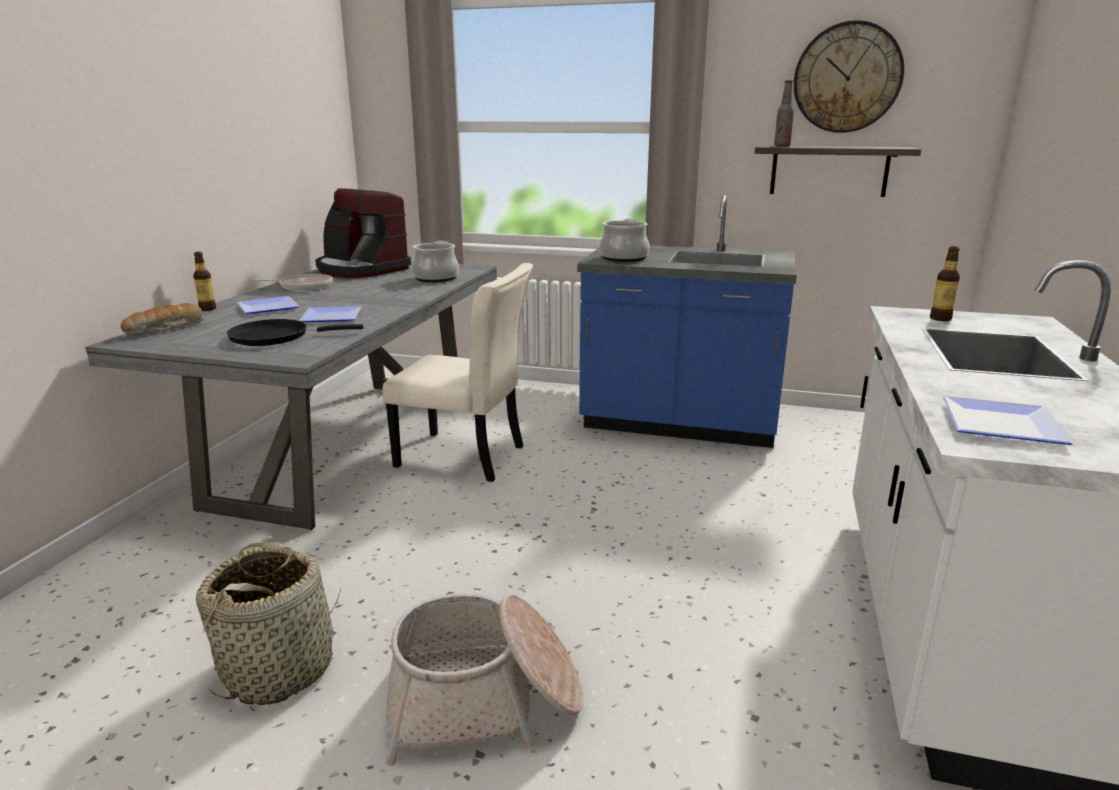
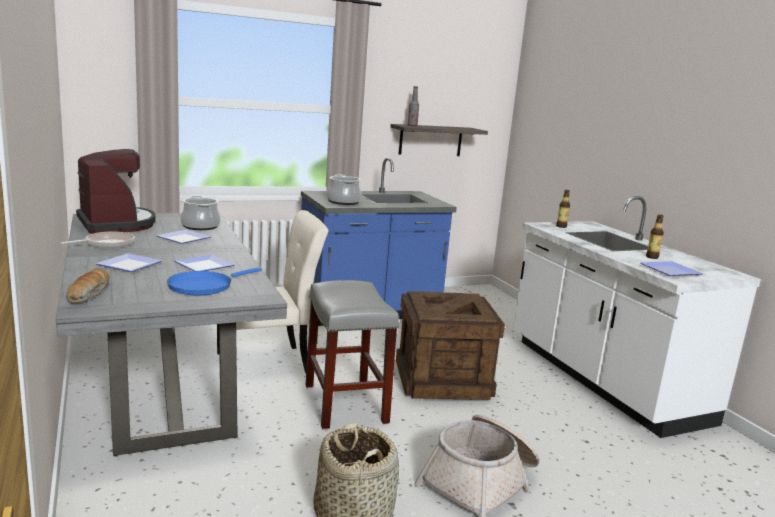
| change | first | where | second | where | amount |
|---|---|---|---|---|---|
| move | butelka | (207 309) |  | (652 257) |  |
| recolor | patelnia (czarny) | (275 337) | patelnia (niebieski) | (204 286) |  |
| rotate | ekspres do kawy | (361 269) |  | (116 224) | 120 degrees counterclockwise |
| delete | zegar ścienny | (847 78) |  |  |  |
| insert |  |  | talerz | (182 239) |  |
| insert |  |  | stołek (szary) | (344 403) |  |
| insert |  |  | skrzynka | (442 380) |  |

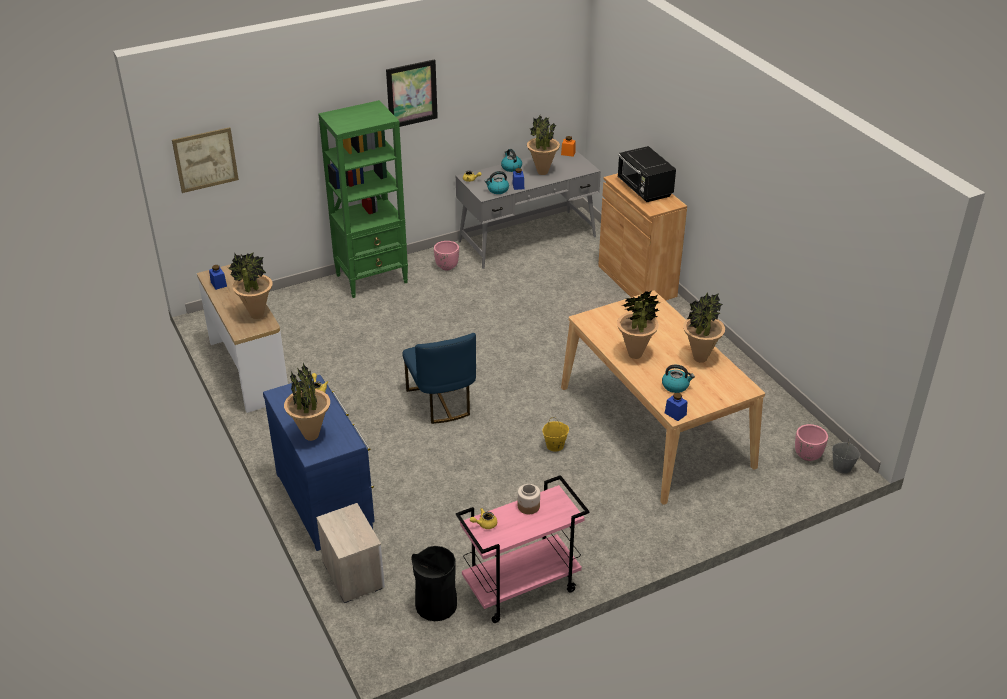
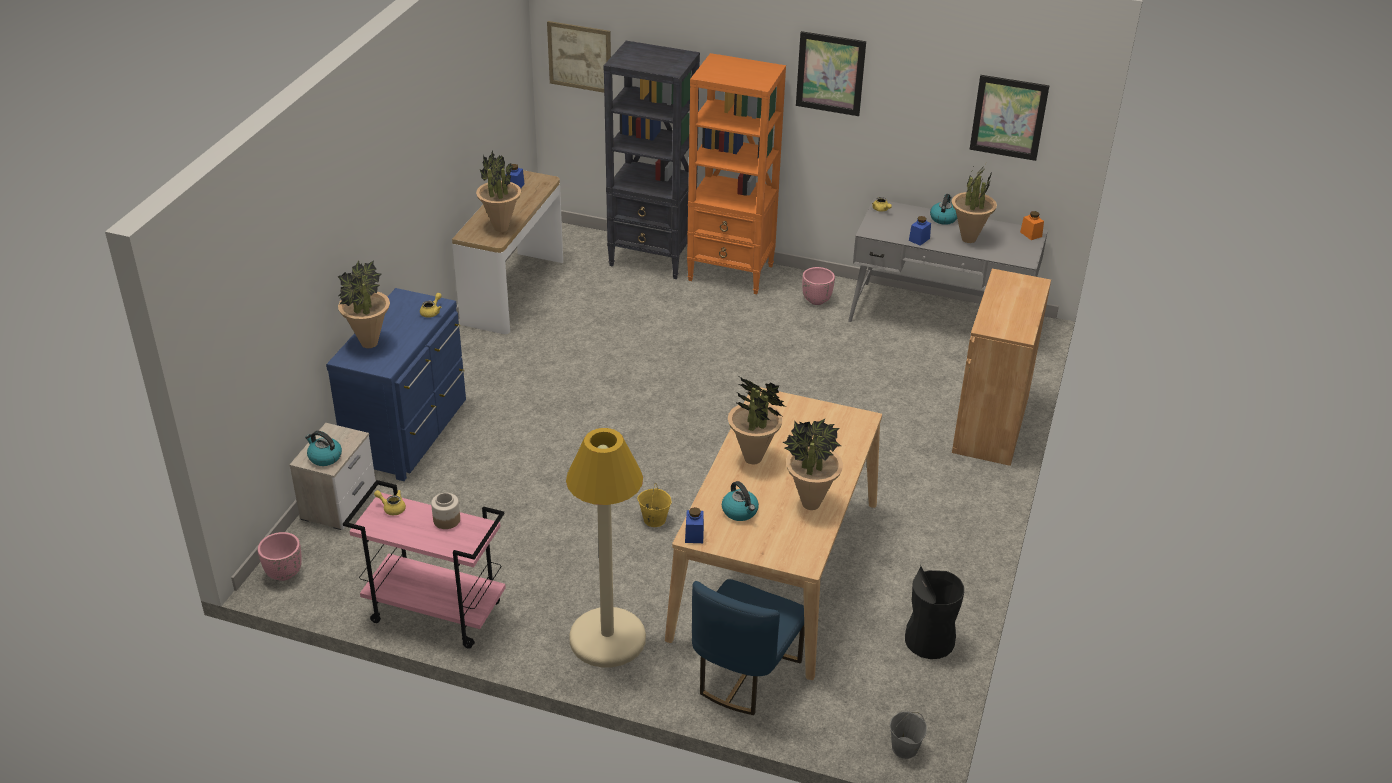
| change | first | where | second | where | amount |
|---|---|---|---|---|---|
| recolor | regał (zielony) | (372 279) | regał (pomarańczowy) | (731 273) |  |
| move | krzesło (niebieski) | (441 402) |  | (744 675) |  |
| move | kosz na śmieci (czarny) | (436 604) |  | (929 640) |  |
| move | czajnik | (497 190) |  | (324 457) |  |
| delete | mikrofalówka (czarny) | (644 189) |  |  |  |
| move | donica (różowy) | (808 456) |  | (284 573) |  |
| insert |  |  | lampa stojąca (beżowy) | (607 638) |  |
| insert |  |  | regał (czarny) | (653 259) |  |
| insert |  |  | obraz | (1008 117) |  |

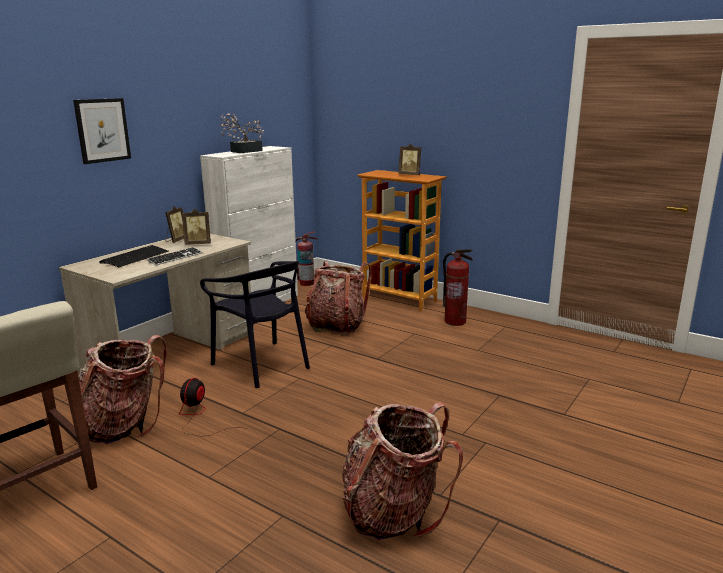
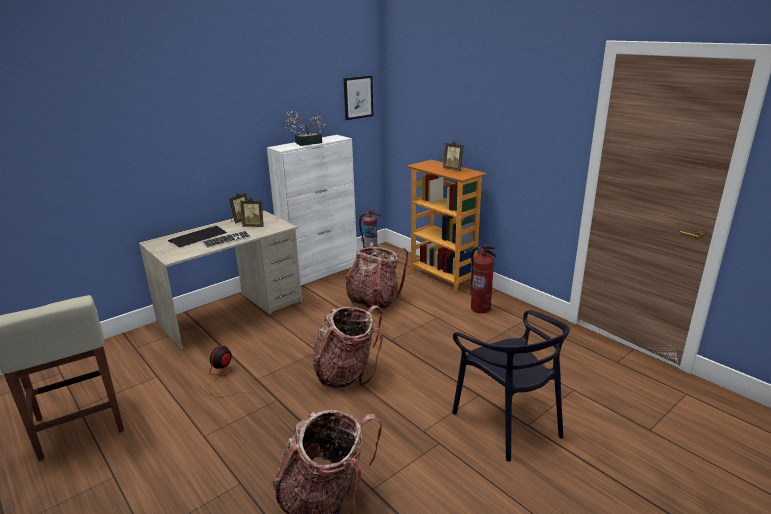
| change | first | where | second | where | amount |
|---|---|---|---|---|---|
| move | obraz | (102 130) |  | (358 97) |  |
| move | plecak | (124 425) |  | (347 373) |  |
| move | krzesło (czarny) | (262 364) |  | (507 422) |  |

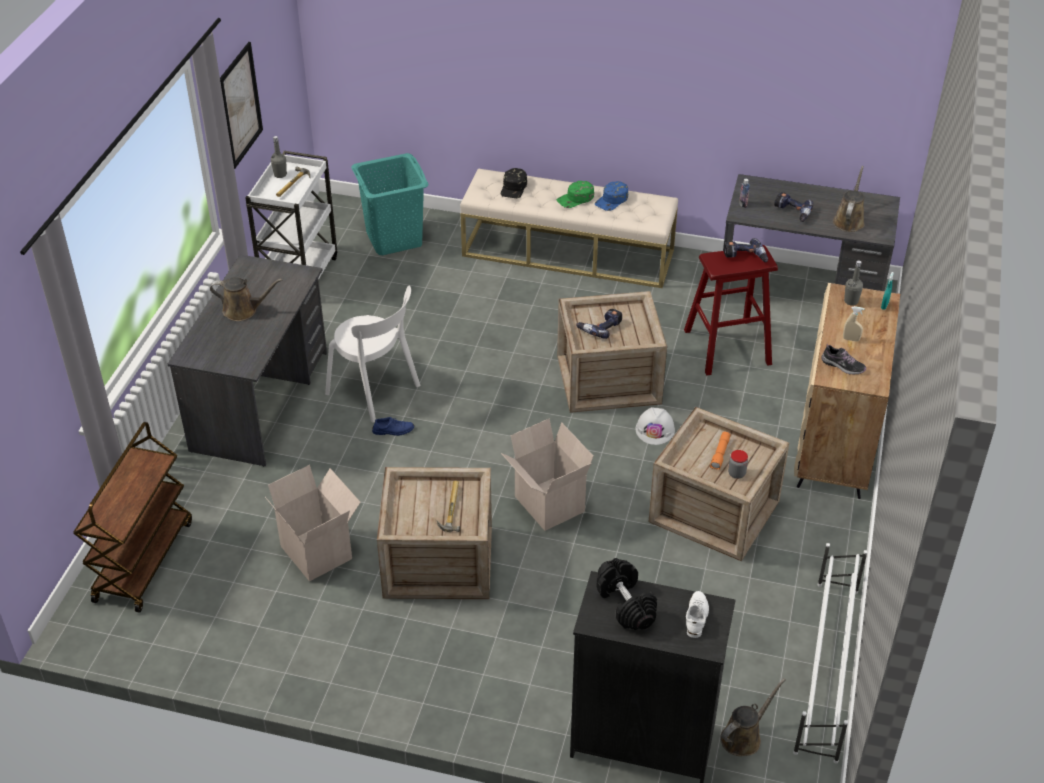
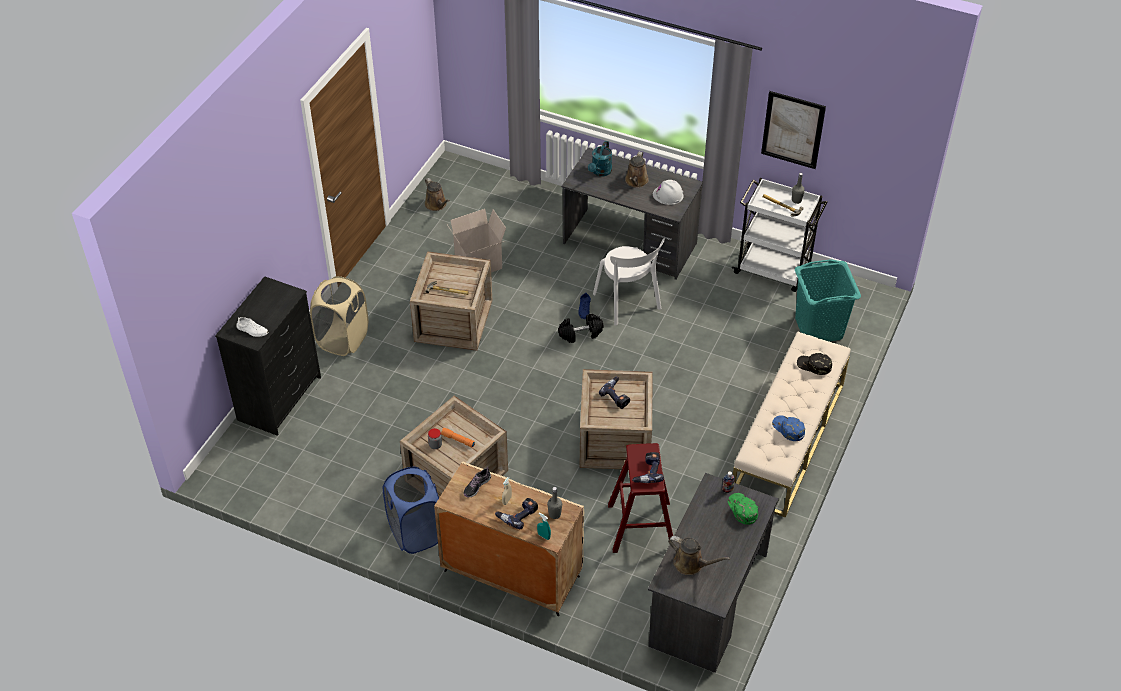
| change | first | where | second | where | amount |
|---|---|---|---|---|---|
| delete | wózek (brązowy) | (143 560) |  |  |  |
| rotate | krzesło (biały) | (376 391) |  | (628 303) | 75 degrees counterclockwise |
| delete | karton | (547 504) |  |  |  |
| move | czapka z daszkiem (zielony) | (575 199) |  | (742 509) |  |
| move | hantel (czarny) | (626 604) |  | (580 334) |  |
| move | kask (biały) | (655 430) |  | (668 195) |  |
| move | konewka (brązowy) | (743 737) |  | (437 205) |  |
| move | wiertarka | (791 212) |  | (517 515) |  |
| delete | regał na buty (biały) | (826 669) |  |  |  |
| insert |  |  | kosz na pranie (beżowy) | (343 339) |  |
| insert |  |  | kosz na pranie (niebieski) | (415 532) |  |
| insert |  |  | konewka (turkusowy) | (600 172) |  |

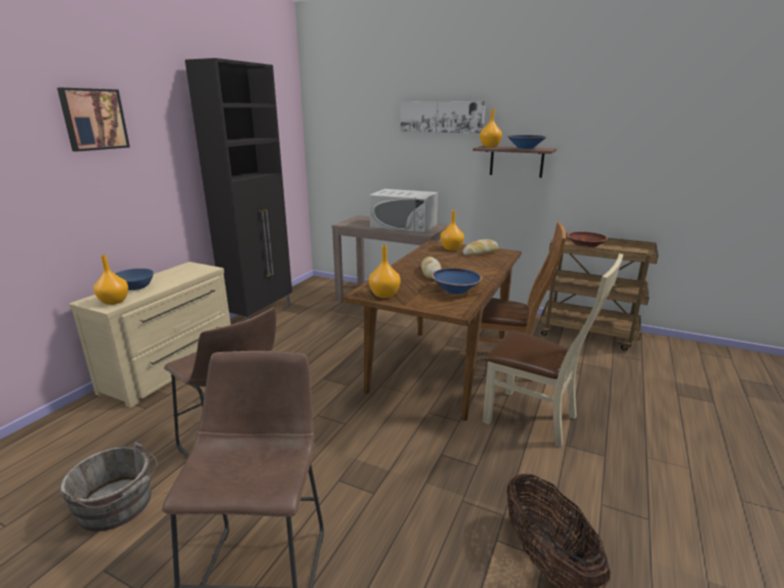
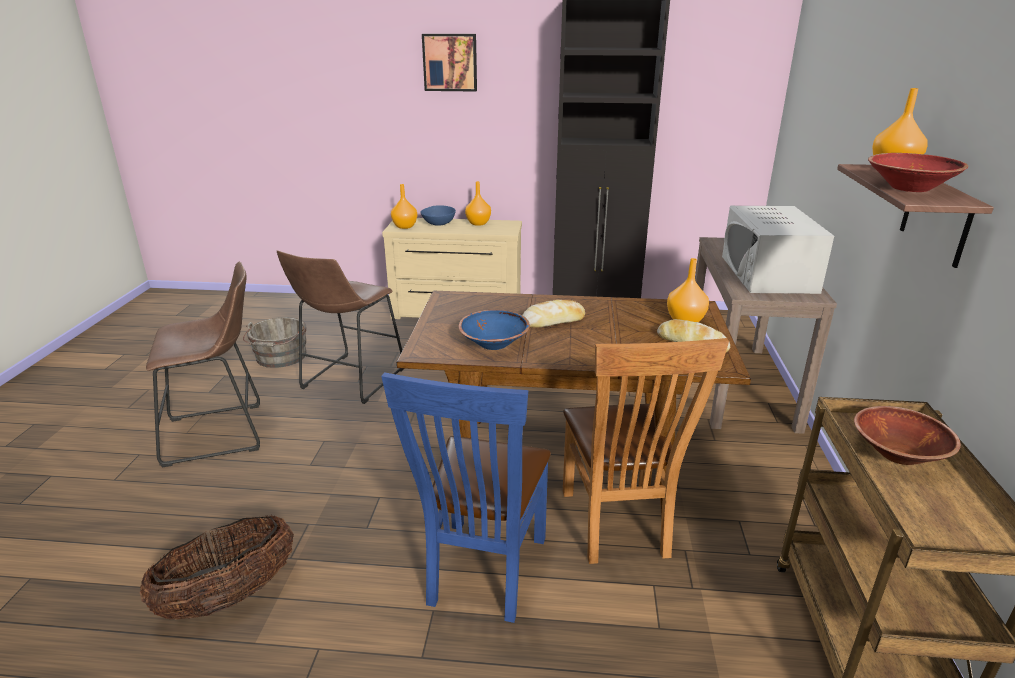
| change | first | where | second | where | amount |
|---|---|---|---|---|---|
| move | wazon (pomarańczowy) | (384 294) |  | (478 223) |  |
| delete | obraz | (441 116) |  |  |  |
| recolor | krzesło (beżowy) | (536 420) | krzesło (niebieski) | (482 575) |  |
| recolor | miska (niebieski) | (525 148) | miska (czerwony) | (910 188) |  |

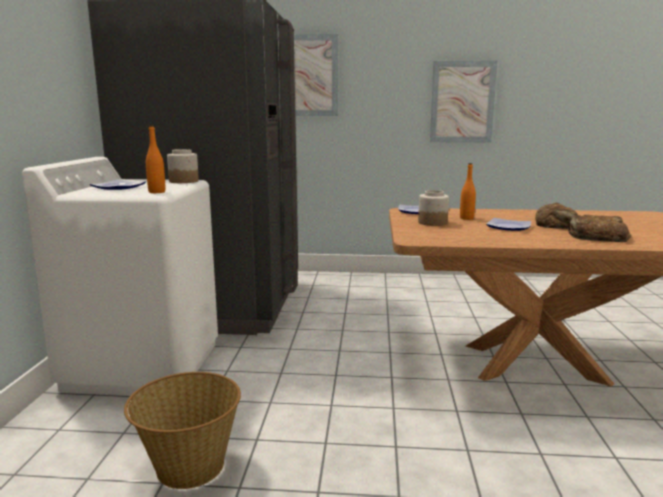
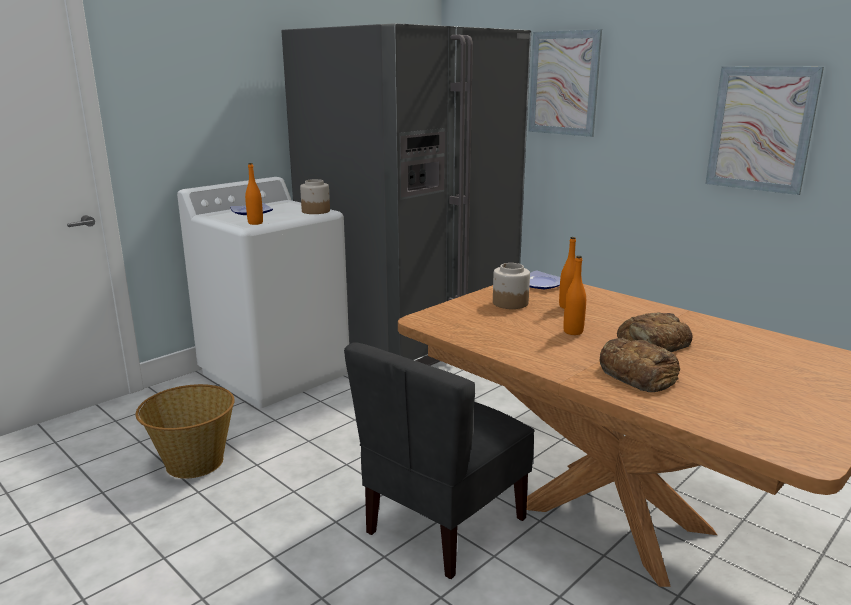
| change | first | where | second | where | amount |
|---|---|---|---|---|---|
| replace | talerz | (509 227) | butelka (pomarańczowy) | (573 331) |  |
| insert |  |  | krzesło (szary) | (443 525) |  |

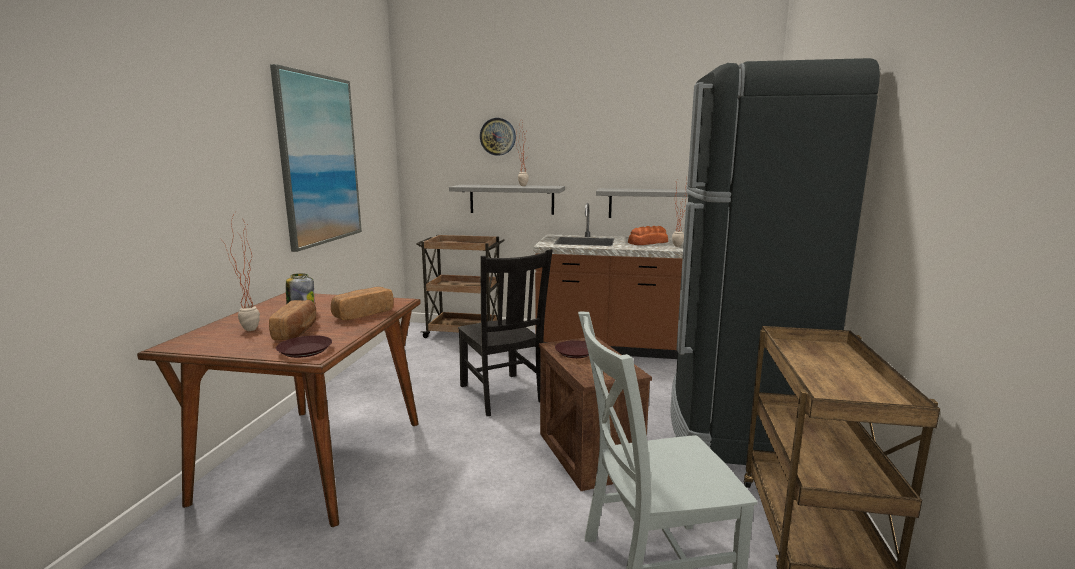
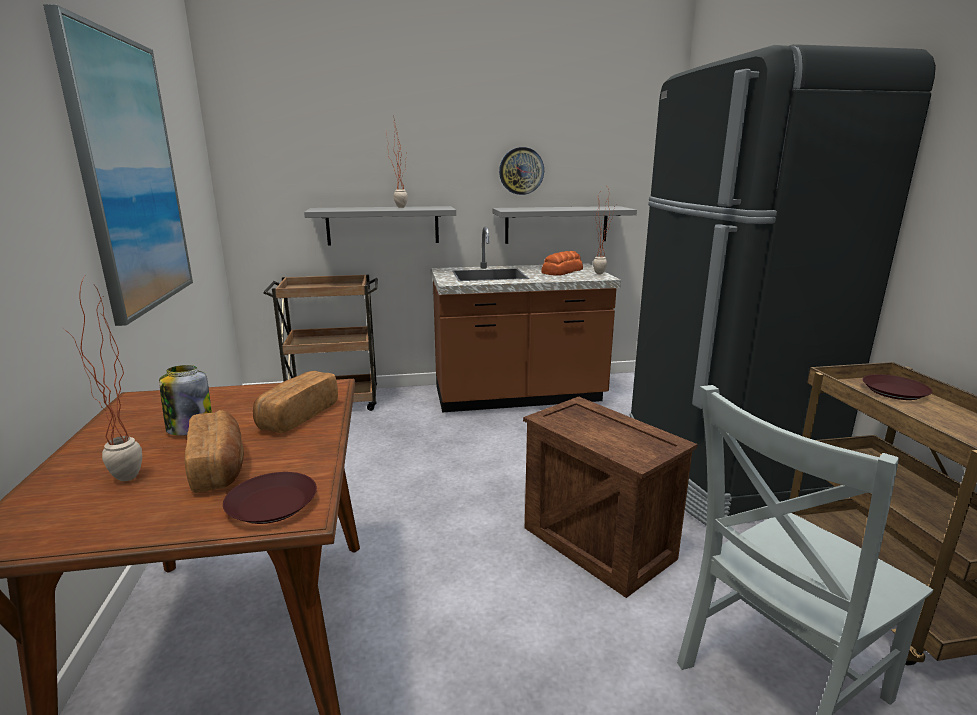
| change | first | where | second | where | amount |
|---|---|---|---|---|---|
| delete | krzesło (czarny) | (502 395) |  |  |  |
| move | zegar ścienny | (498 136) |  | (521 171) |  |
| move | talerz (brązowy) | (576 352) |  | (894 392) |  |

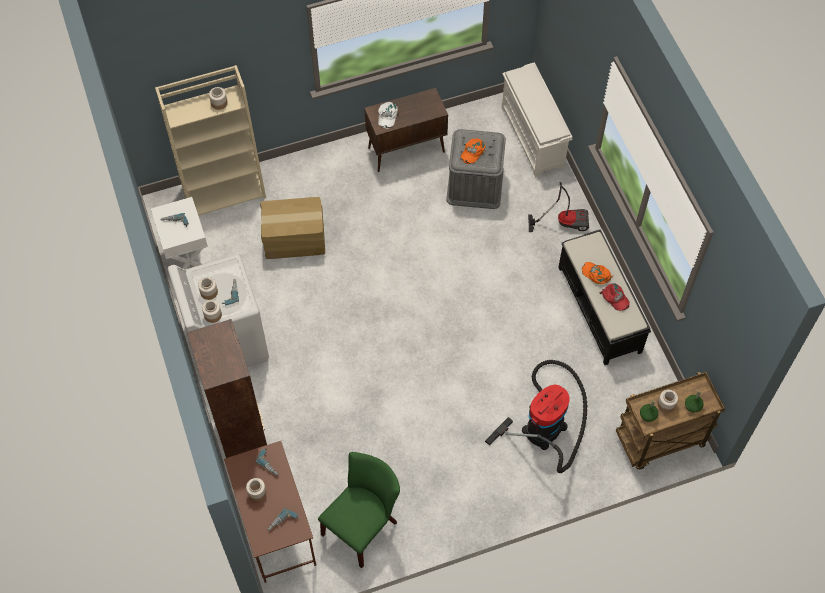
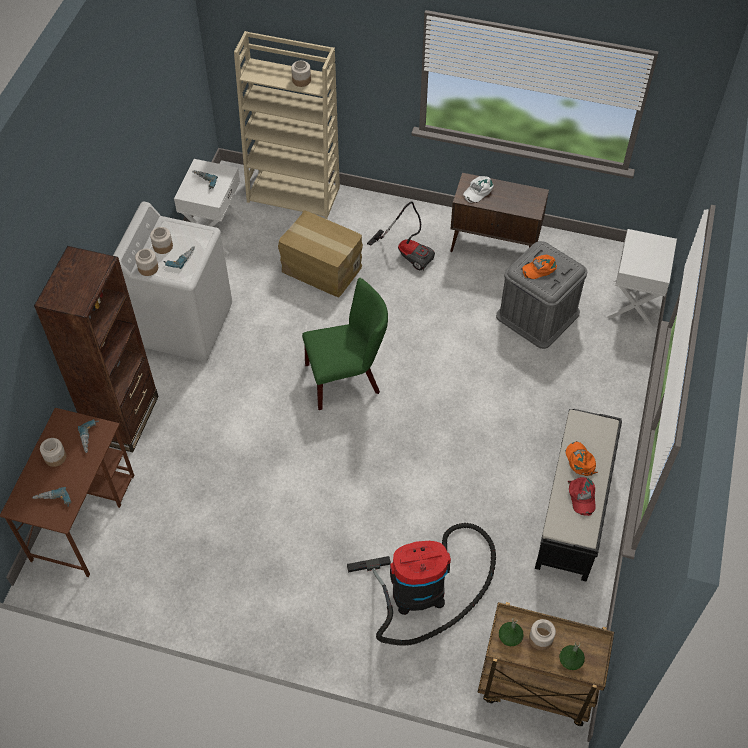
| change | first | where | second | where | amount |
|---|---|---|---|---|---|
| move | krzesło (zielony) | (363 525) |  | (347 378) |  |
| replace | regał na buty (biały) | (533 138) | szafka nocna (biały) | (634 303) |  |
| move | odkurzacz | (564 221) |  | (408 252) |  |

